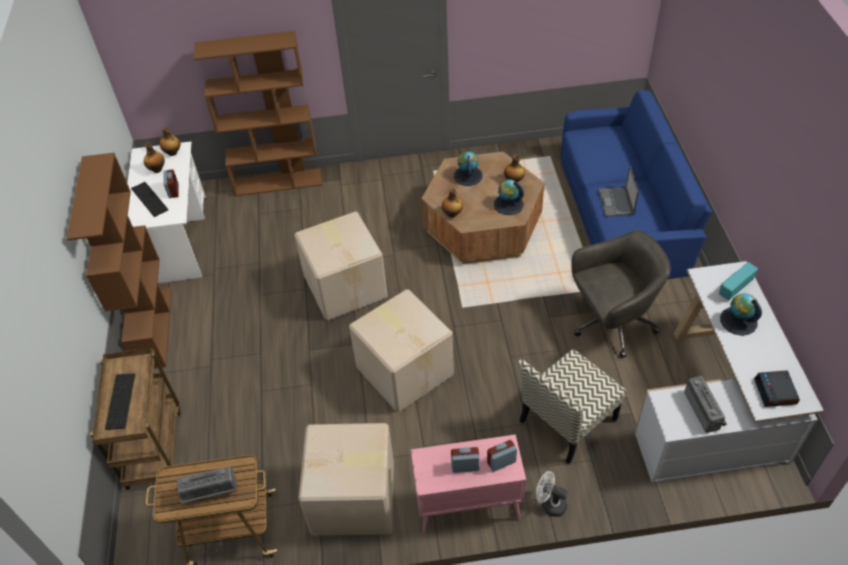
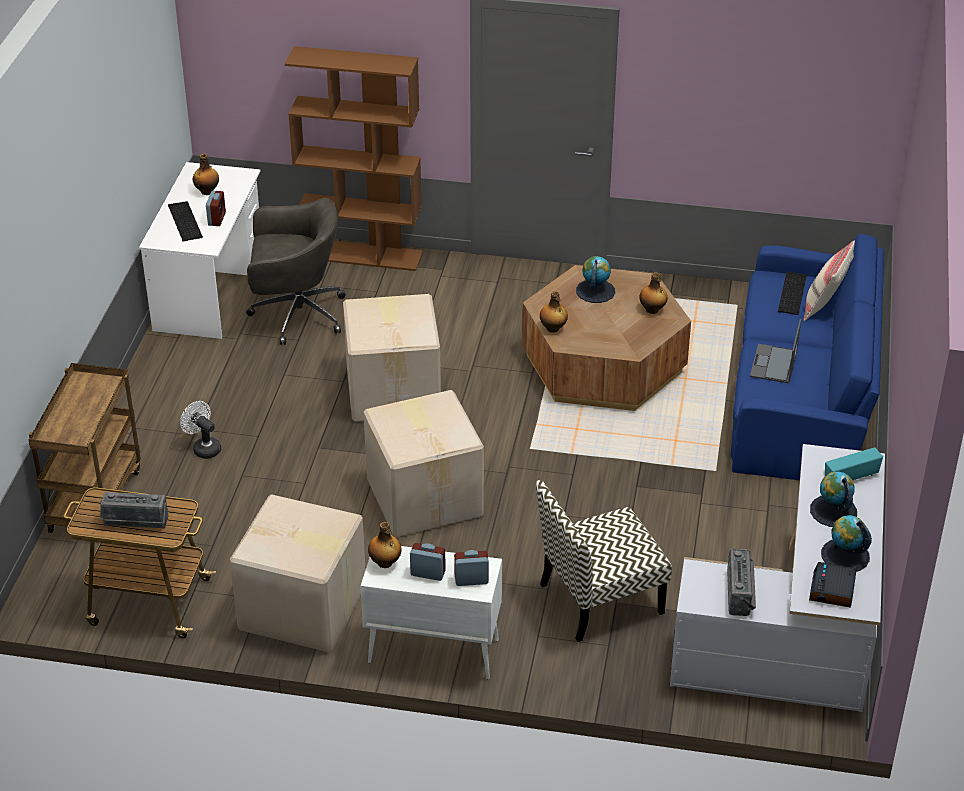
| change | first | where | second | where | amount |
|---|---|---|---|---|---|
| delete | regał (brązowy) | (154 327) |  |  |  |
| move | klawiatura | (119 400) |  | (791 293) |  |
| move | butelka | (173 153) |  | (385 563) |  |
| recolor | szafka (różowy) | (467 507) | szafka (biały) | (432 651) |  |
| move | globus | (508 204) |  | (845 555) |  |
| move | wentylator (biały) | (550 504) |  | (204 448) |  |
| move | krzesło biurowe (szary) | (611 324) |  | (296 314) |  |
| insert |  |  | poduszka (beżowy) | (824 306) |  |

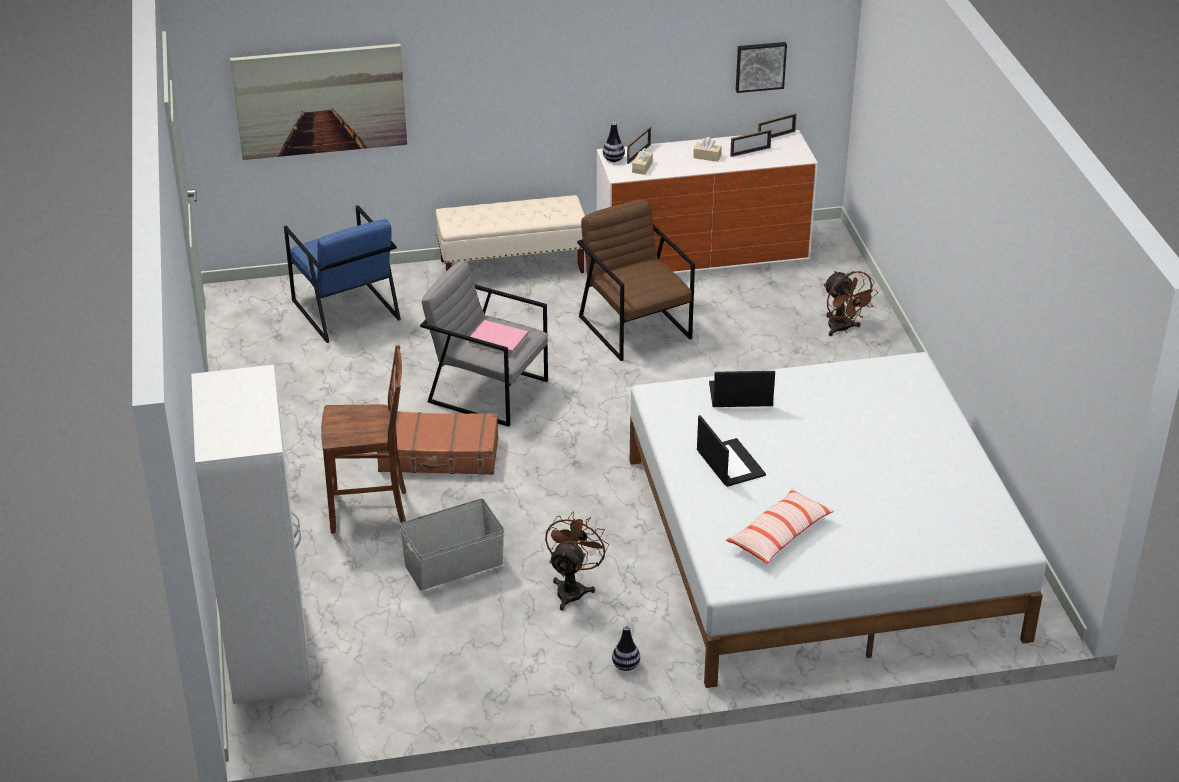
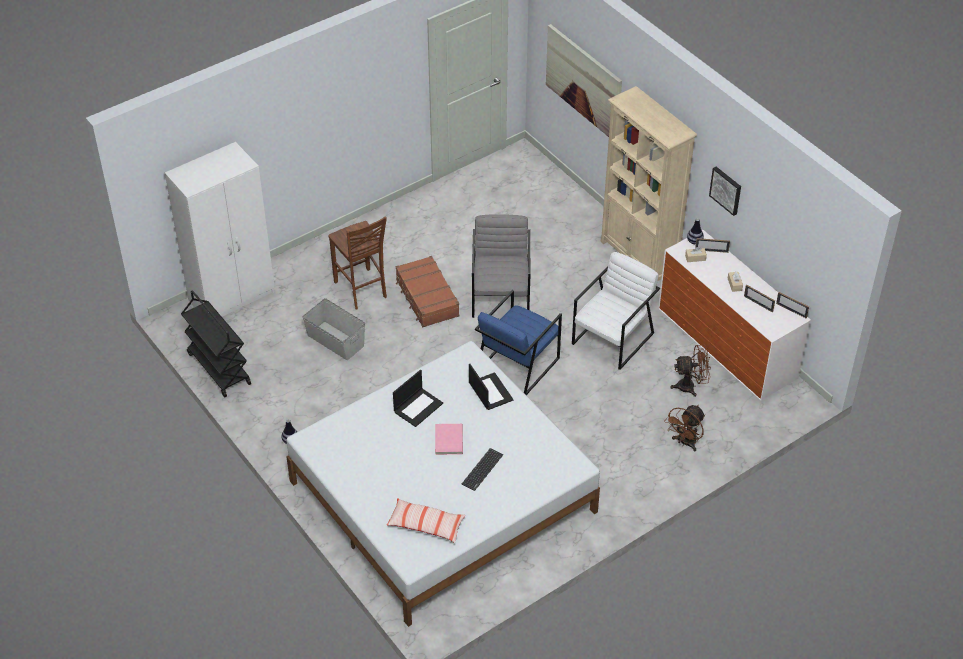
| change | first | where | second | where | amount |
|---|---|---|---|---|---|
| move | fotel (niebieski) | (345 310) |  | (517 364) |  |
| replace | ławka (beżowy) | (512 267) | regał (beżowy) | (639 258) |  |
| move | książka (różowy) | (498 340) |  | (448 440) |  |
| move | wentylator (brązowy) | (573 588) |  | (690 386) |  |
| recolor | fotel (brązowy) | (635 327) | fotel (biały) | (613 338) |  |
| move | poduszka | (779 535) |  | (426 525) |  |
| move | obraz | (760 66) |  | (726 190) |  |
| insert |  |  | wózek (czarny) | (218 368) |  |
| insert |  |  | klawiatura | (482 469) |  |

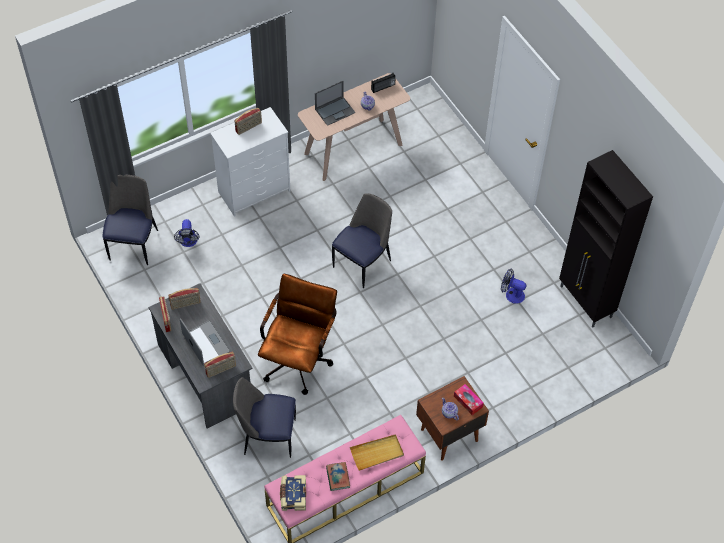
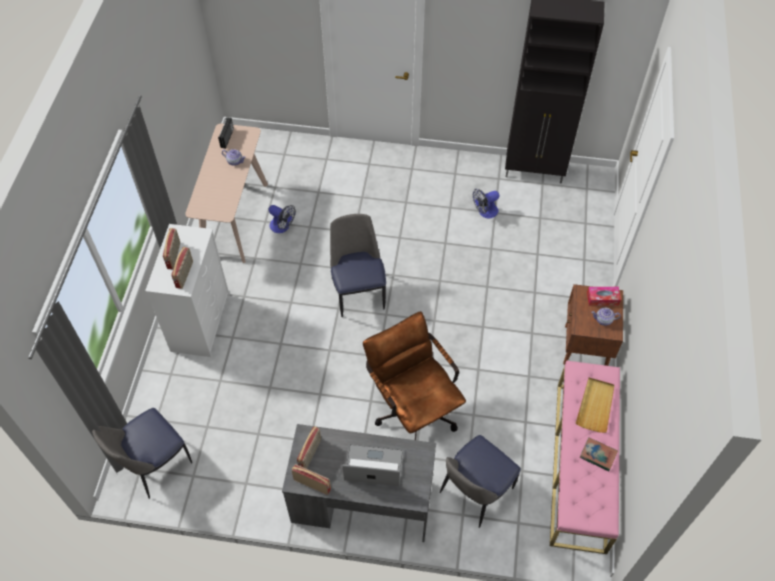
| change | first | where | second | where | amount |
|---|---|---|---|---|---|
| rotate | krzesło | (134 243) |  | (154 465) | 90 degrees counterclockwise |
| move | wentylator | (188 242) |  | (282 227) |  |
| move | radio | (221 370) |  | (185 274) |  |
| delete | książka | (293 495) |  |  |  |
| delete | laptop | (335 111) |  |  |  |

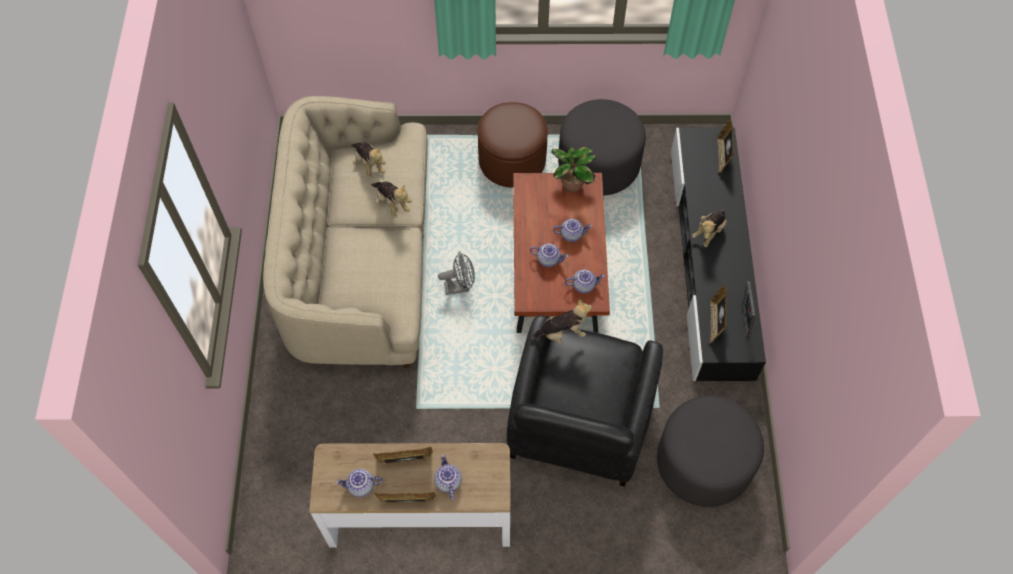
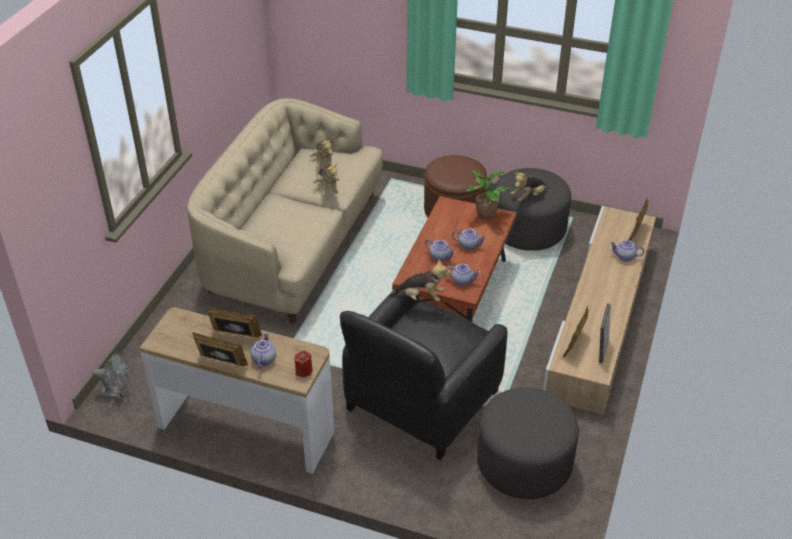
| change | first | where | second | where | amount |
|---|---|---|---|---|---|
| move | imbryk | (361 487) |  | (624 257) |  |
| move | wentylator (szary) | (460 287) |  | (118 394) |  |
| recolor | szafka pod telewizor (czarny) | (710 261) | szafka pod telewizor (beżowy) | (599 318) |  |
| move | pluszak | (709 232) |  | (528 197) |  |
| insert |  |  | świeca (czerwony) | (304 371) |  |

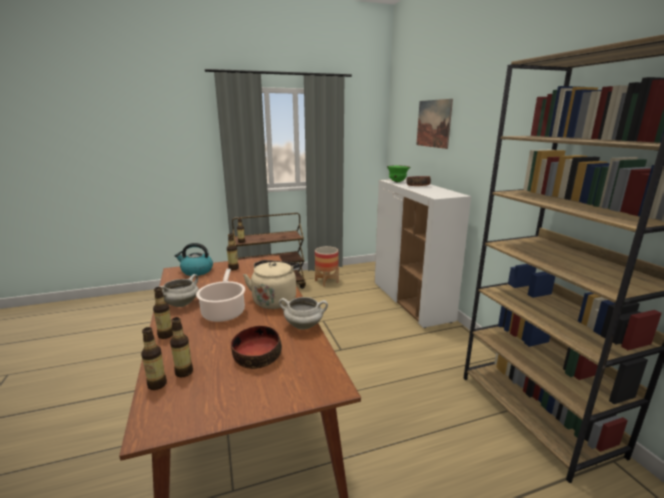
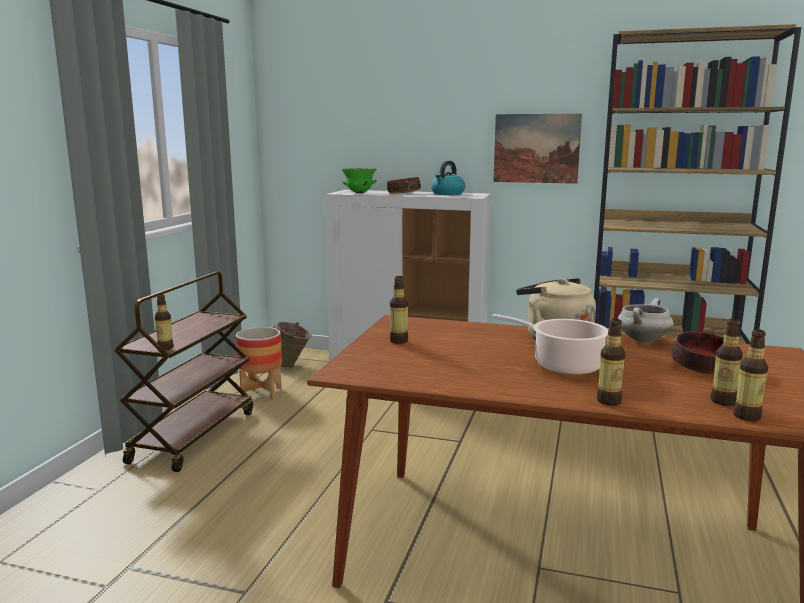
| change | first | where | second | where | amount |
|---|---|---|---|---|---|
| delete | garnek (biały) | (181 304) |  |  |  |
| move | czajnik | (196 271) |  | (447 194) |  |
| move | obraz | (433 123) |  | (536 148) |  |
| insert |  |  | wiadro (zielony) | (291 366) |  |

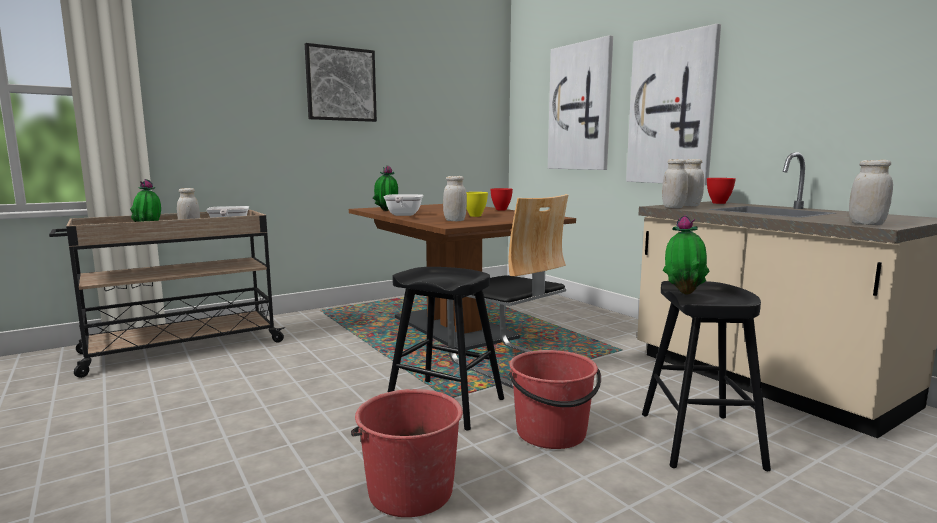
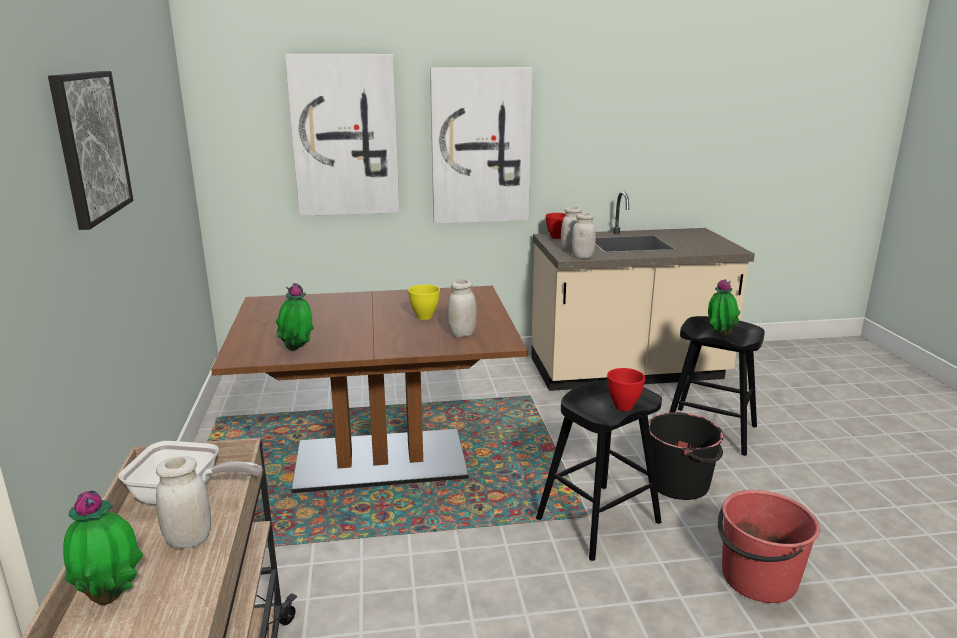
| change | first | where | second | where | amount |
|---|---|---|---|---|---|
| delete | patelnia | (403 215) |  |  |  |
| delete | krzesło | (508 364) |  |  |  |
| move | miska (czerwony) | (501 210) |  | (624 406) |  |
| recolor | wiadro (czerwony) | (552 433) | wiadro (czarny) | (679 483) |  |
| delete | słoik (biały) | (866 224) |  |  |  |

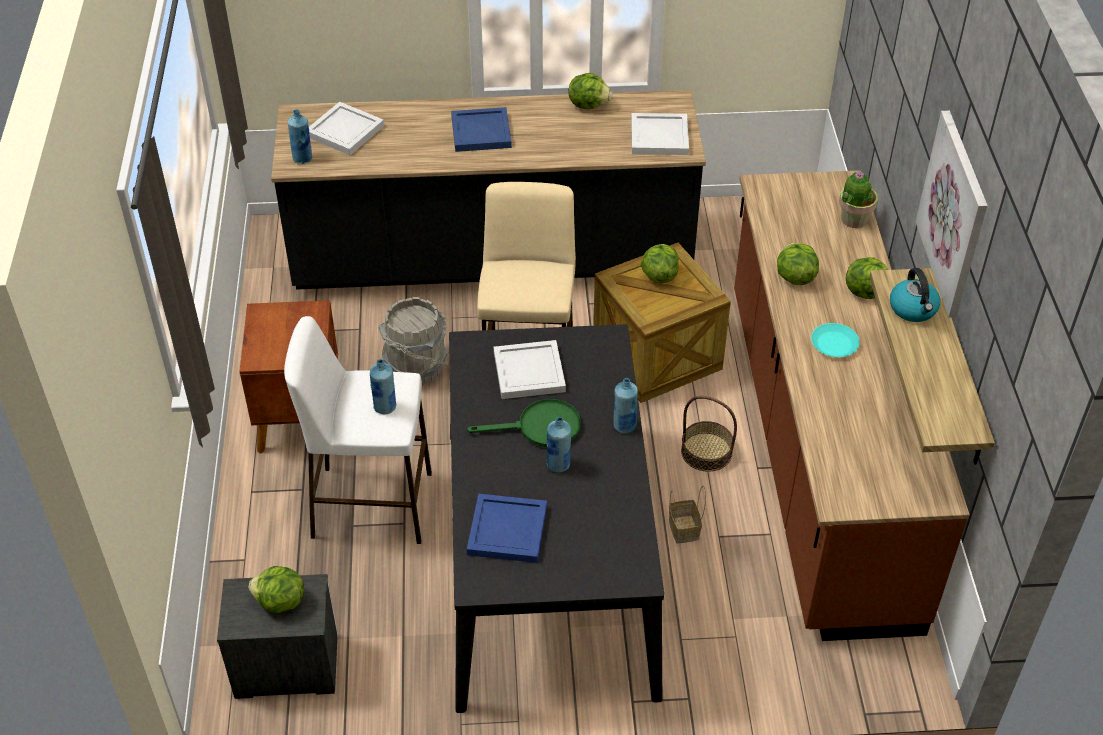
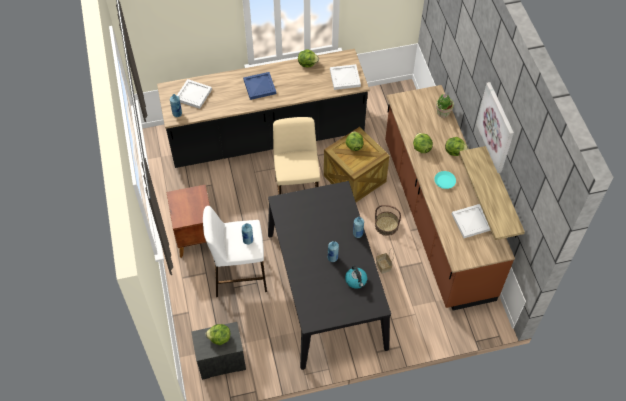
| change | first | where | second | where | amount |
|---|---|---|---|---|---|
| delete | wiadro (szary) | (416 367) |  |  |  |
| delete | patelnia (zielony) | (540 428) |  |  |  |
| delete | taca (niebieski) | (508 531) |  |  |  |
| move | taca (biały) | (530 373) |  | (472 222) |  |
| move | czajnik | (913 309) |  | (356 280) |  |

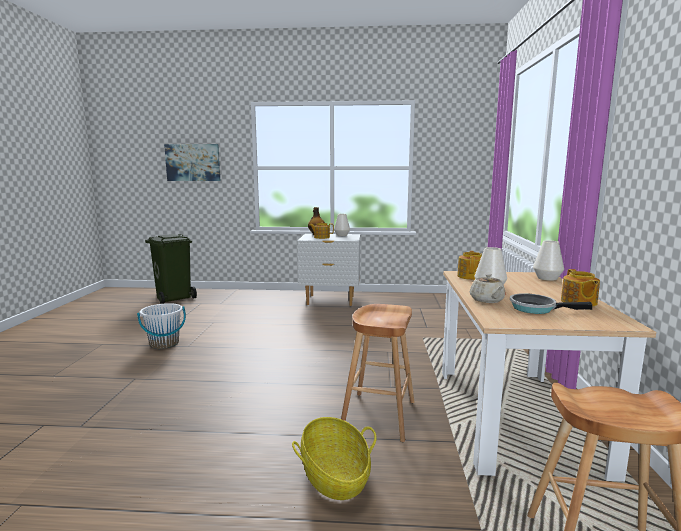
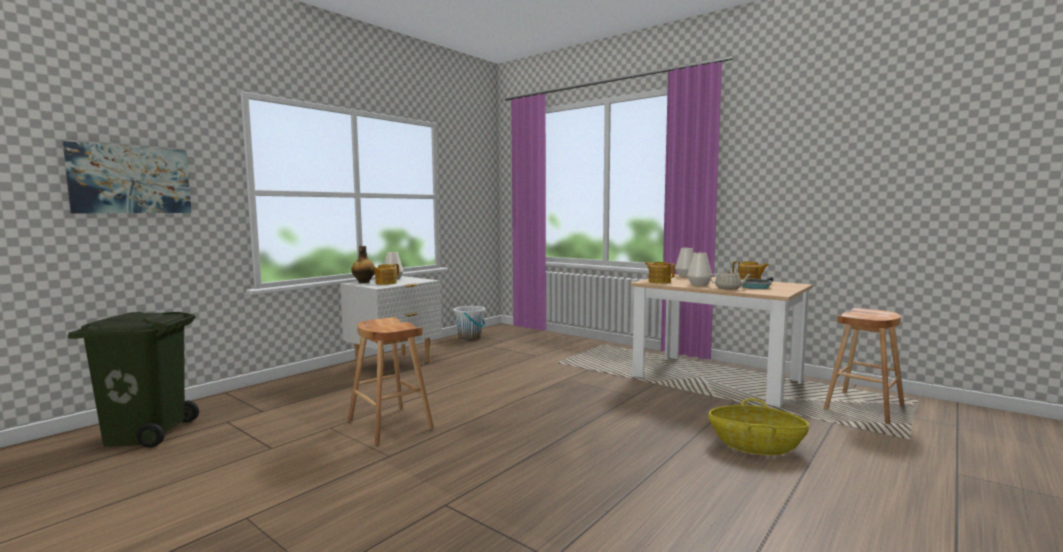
| change | first | where | second | where | amount |
|---|---|---|---|---|---|
| move | wiadro (biały) | (164 344) |  | (470 337) |  |
| move | stołek (brązowy) | (378 416) |  | (390 425) |  |

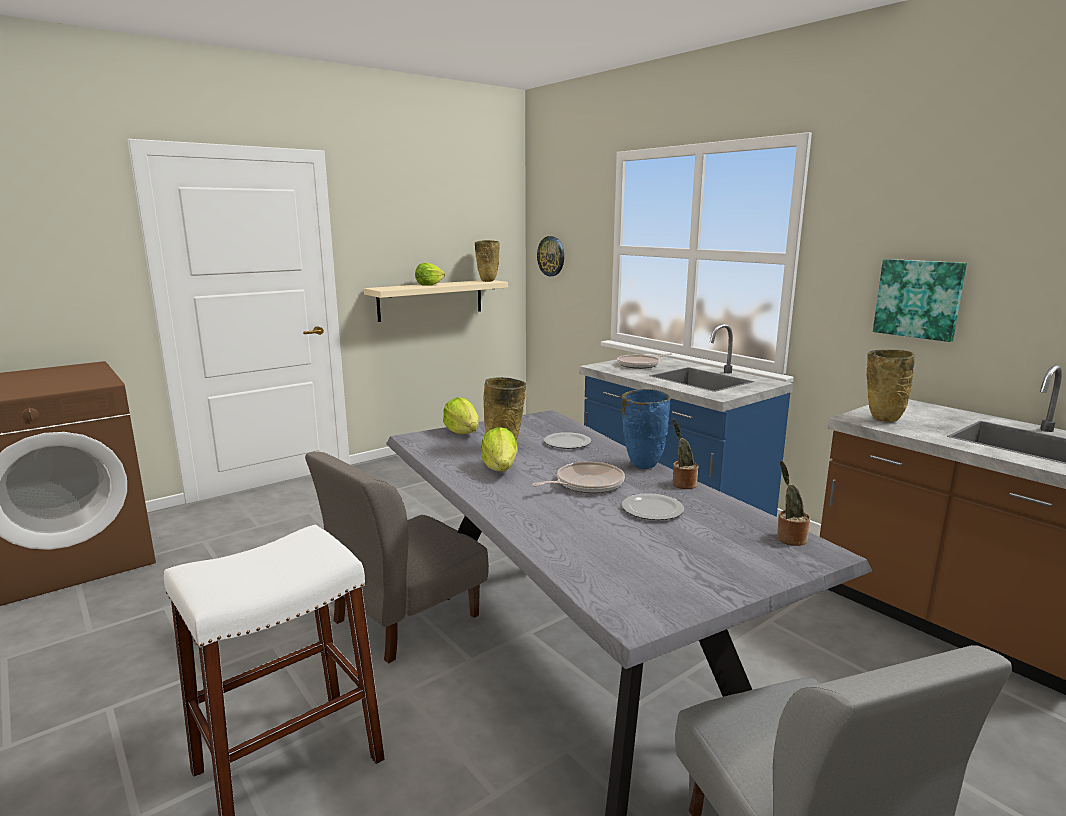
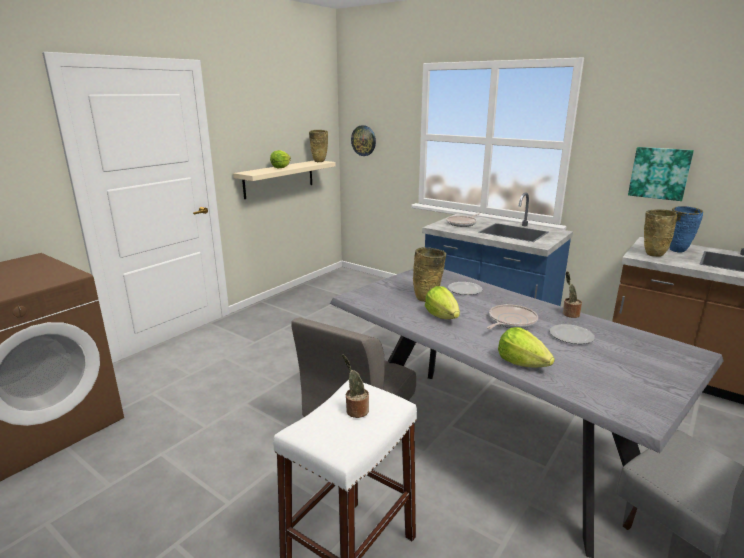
| change | first | where | second | where | amount |
|---|---|---|---|---|---|
| move | sałata | (463 432) |  | (522 363) |  |
| move | wazon (niebieski) | (642 466) |  | (677 251) |  |
| move | roślina doniczkowa | (789 538) |  | (355 410) |  |

